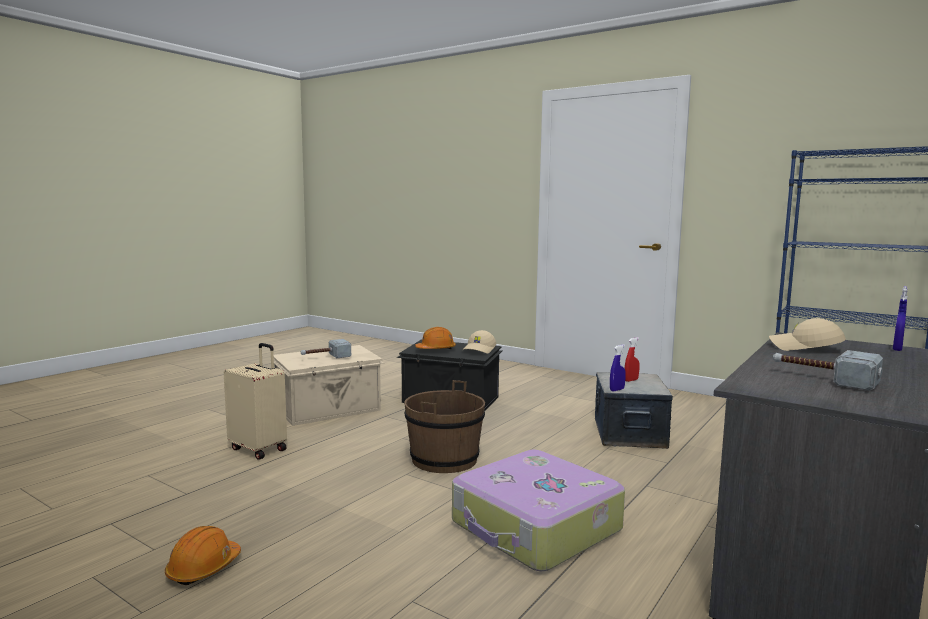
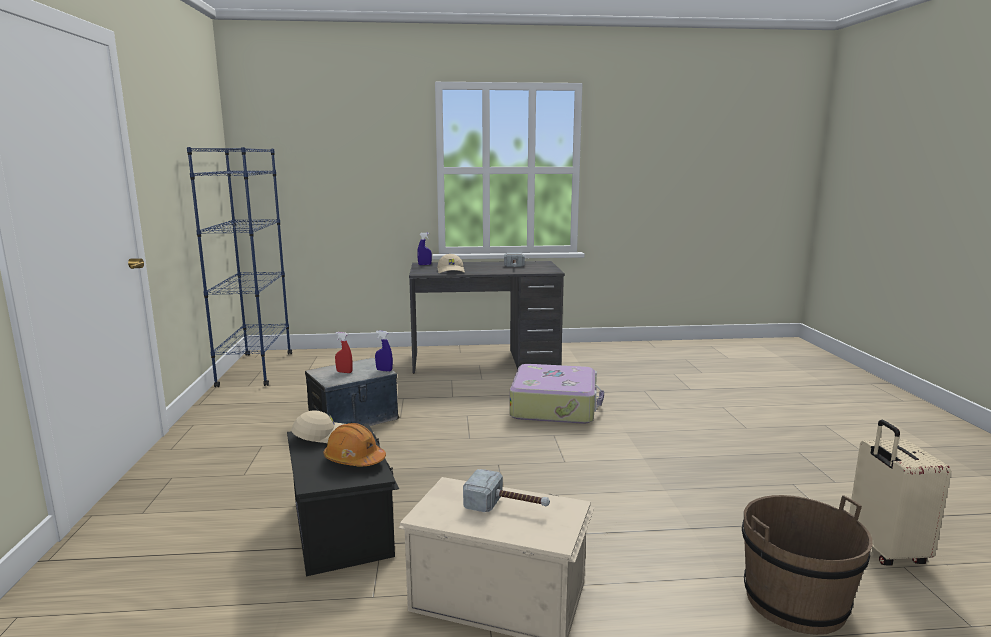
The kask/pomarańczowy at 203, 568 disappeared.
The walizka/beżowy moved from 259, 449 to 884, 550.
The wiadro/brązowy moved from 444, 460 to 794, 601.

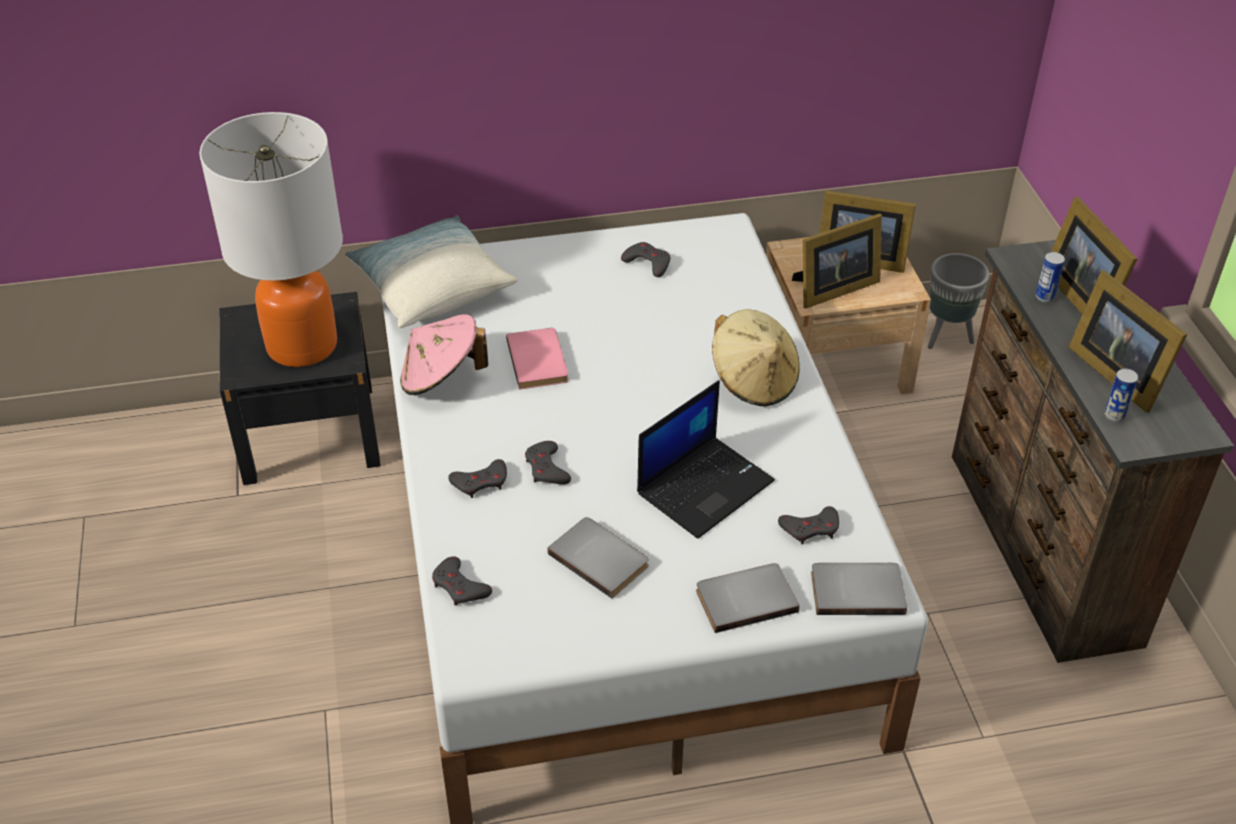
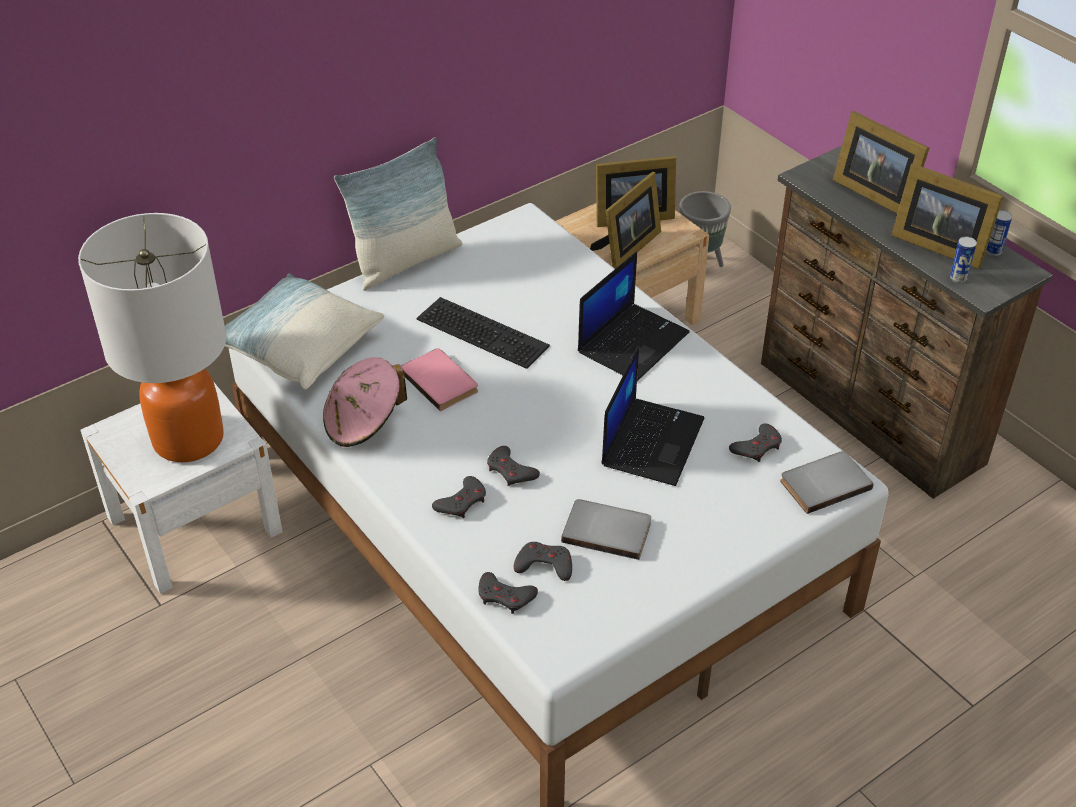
The szafka nocna/czarny at 309, 433 became the szafka nocna/biały at 194, 525.
The pad do gier/szary moved from 648, 263 to 544, 565.
The książka/szary at 745, 598 disappeared.
The kapelusz/beżowy at 753, 381 was replaced by the laptop at 633, 342.
The puszka moved from 1044, 297 to 993, 251.
The poduszka at 405, 261 appeared.
The klawiatura at 485, 331 appeared.

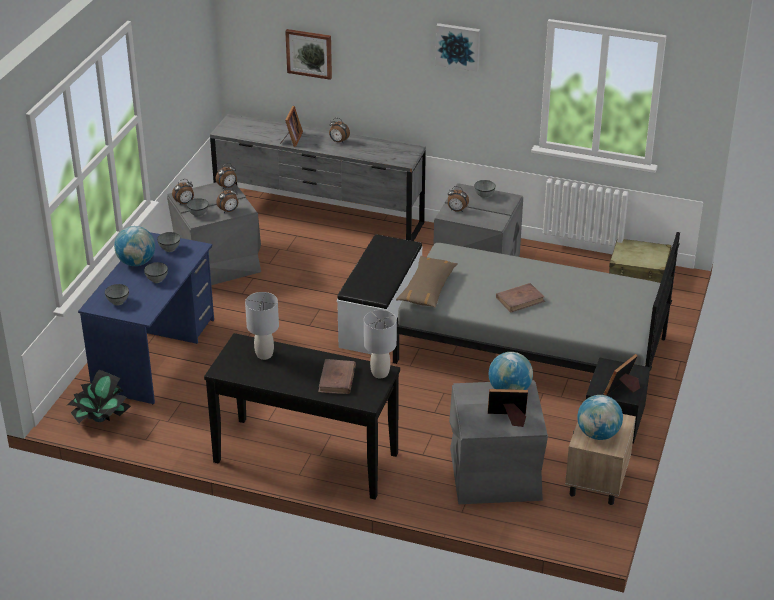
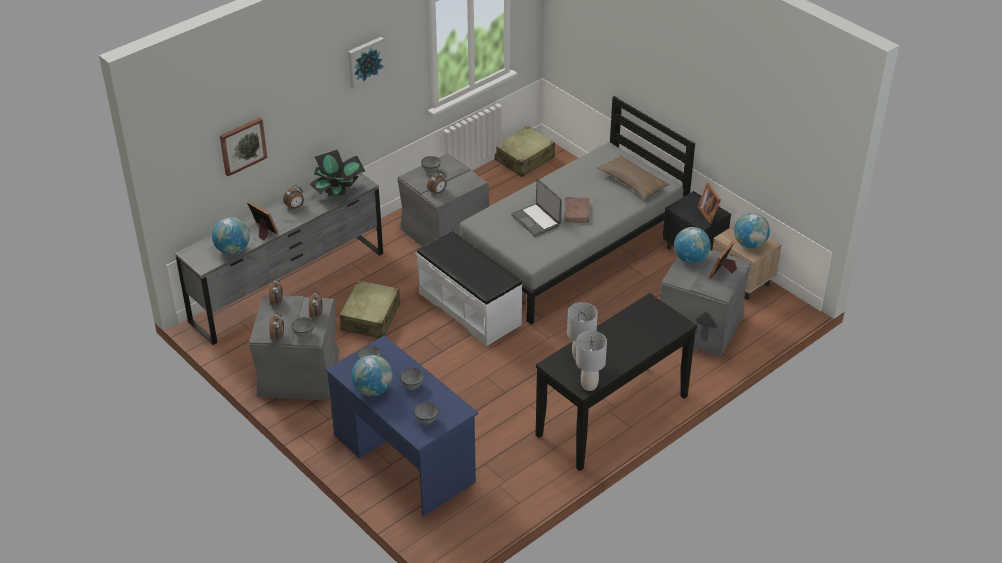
The roślina doniczkowa moved from 100, 418 to 338, 191.
The książka/brązowy at 337, 379 disappeared.
The lampa stołowa/szary moved from 380, 373 to 589, 386.
The poduszka/brązowy moved from 427, 289 to 632, 183.
The globus at 233, 250 appeared.
The walizka/beżowy at 371, 317 appeared.
The laptop at 536, 220 appeared.

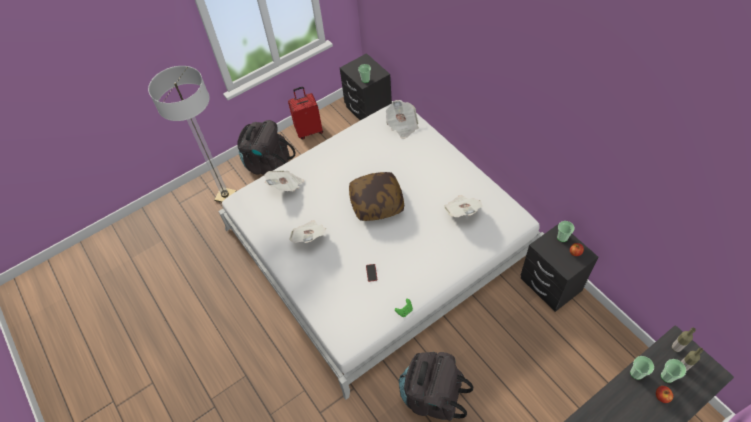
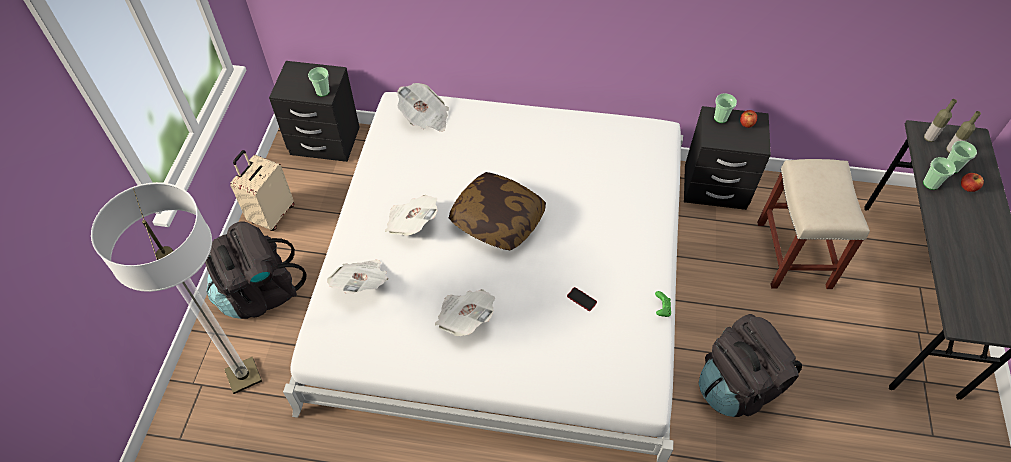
The walizka/czerwony at 309, 131 became the walizka/beżowy at 271, 214.
The gazeta moved from 462, 211 to 412, 223.
The stołek/beżowy at 793, 253 appeared.

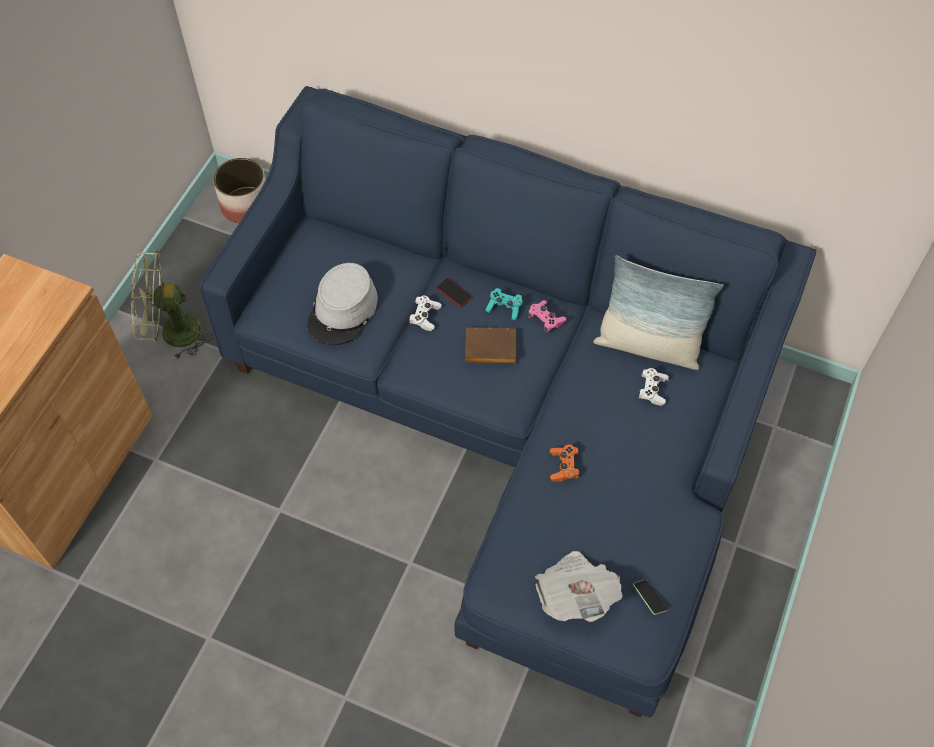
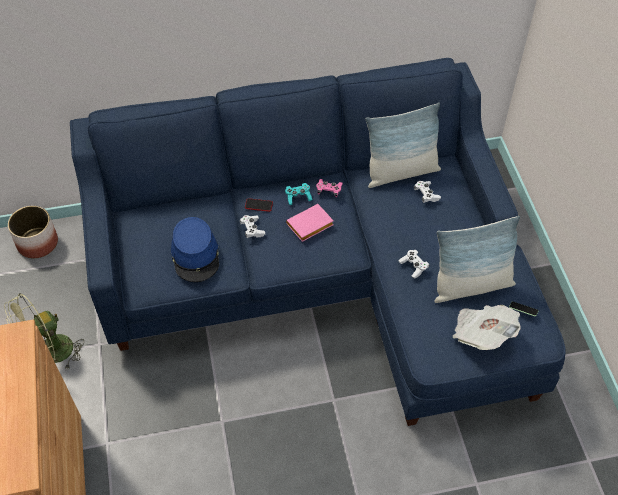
The kapelusz/szary at 343, 311 became the kapelusz/niebieski at 195, 255.
The książka/brązowy at 489, 349 became the książka/różowy at 309, 226.
The pad do gier/pomarańczowy at 564, 467 became the pad do gier/biały at 413, 266.
The poduszka at 471, 285 appeared.

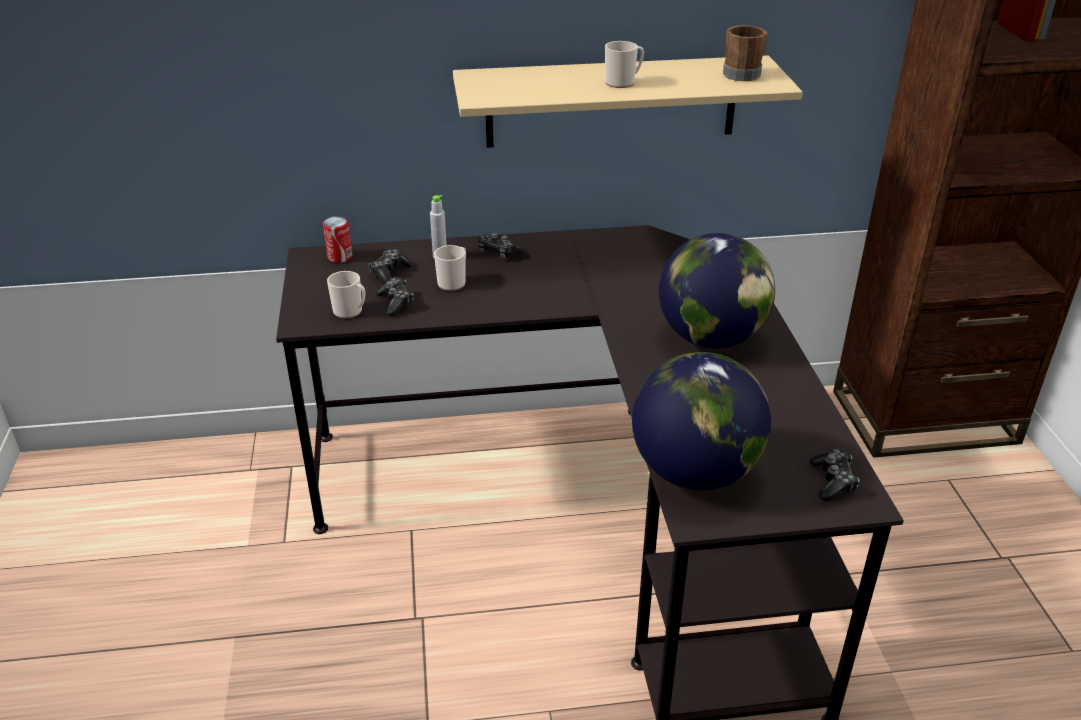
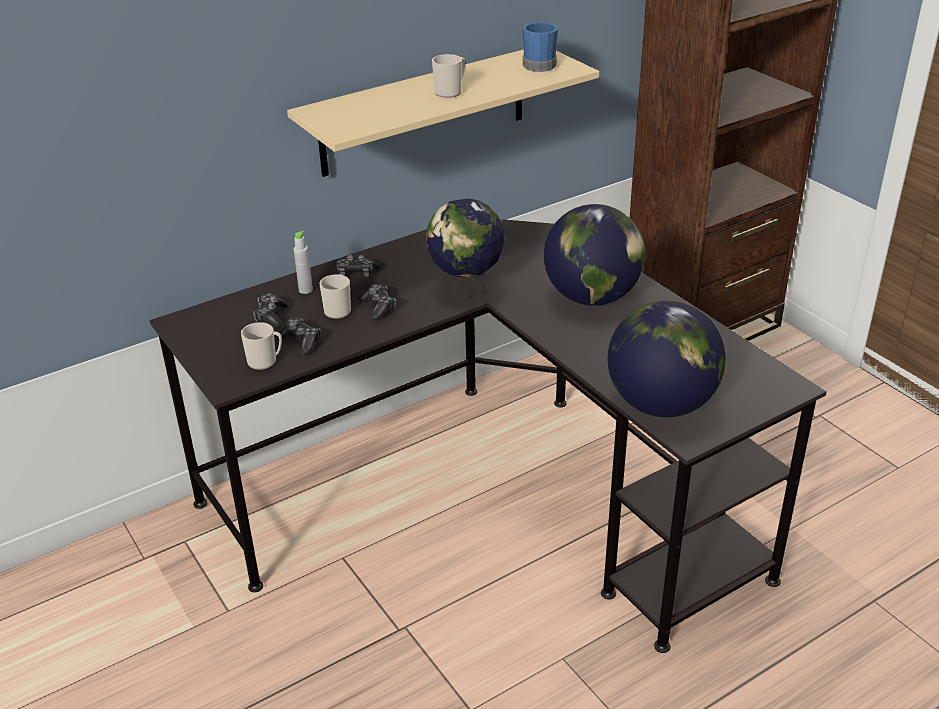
The puszka at 340, 257 disappeared.
The kubek/brązowy at 744, 73 became the kubek/niebieski at 541, 64.
The pad do gier moved from 833, 481 to 378, 307.
The globus at 466, 290 appeared.

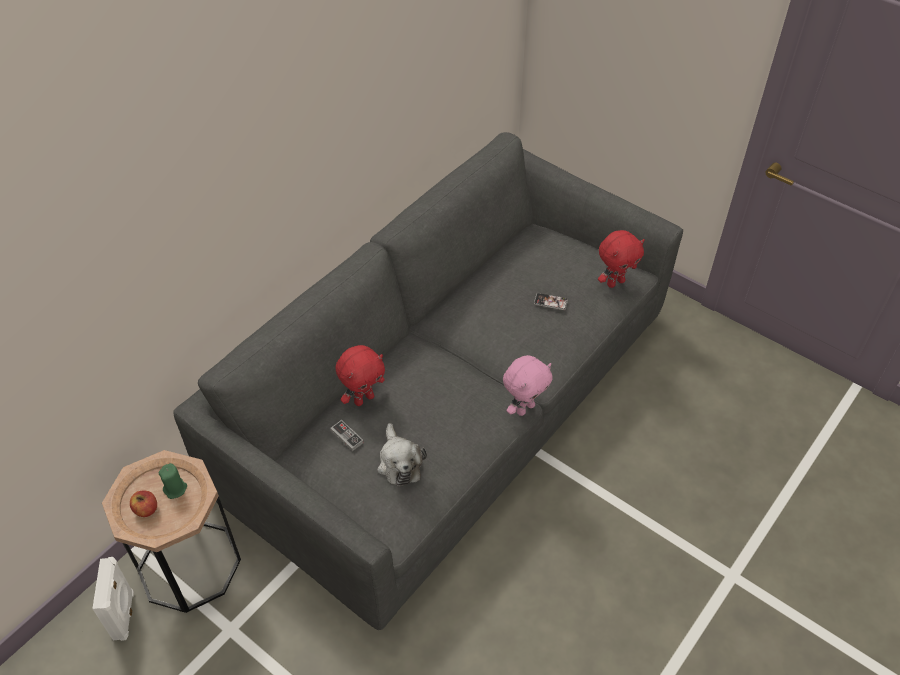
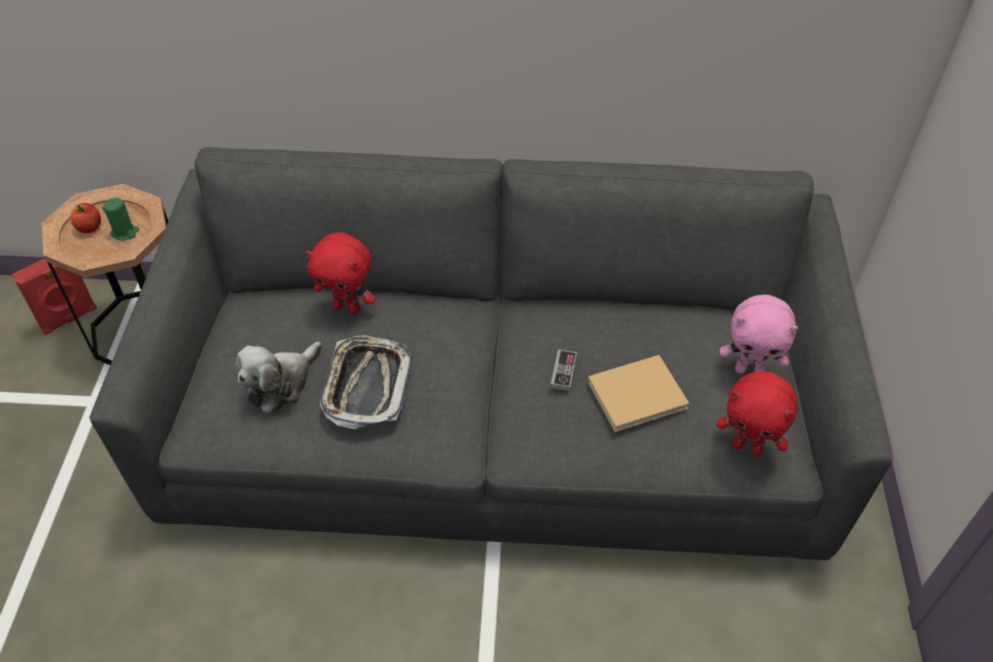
The głośnik/biały at 125, 615 became the głośnik/czerwony at 69, 319.
The pad do gier moved from 347, 436 to 563, 372.
The pluszak/różowy moved from 524, 408 to 750, 370.
The telefon at 550, 302 was replaced by the książka/beżowy at 639, 394.
The taca at 366, 385 appeared.

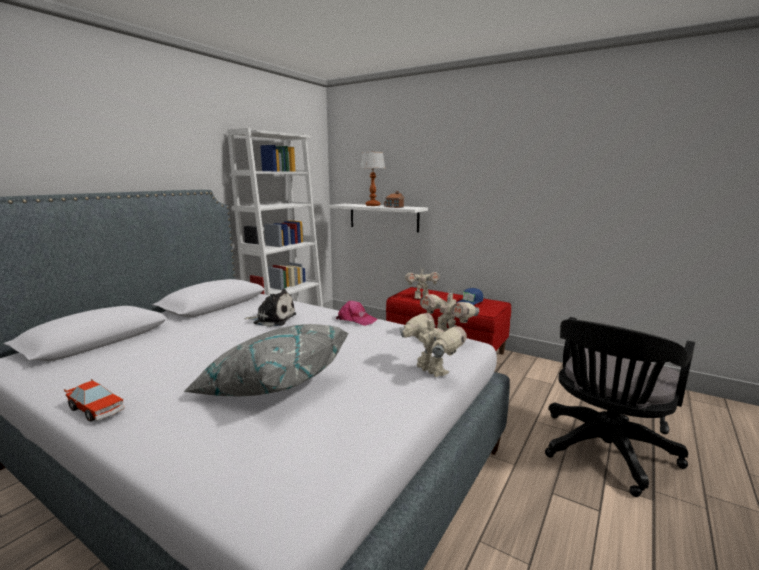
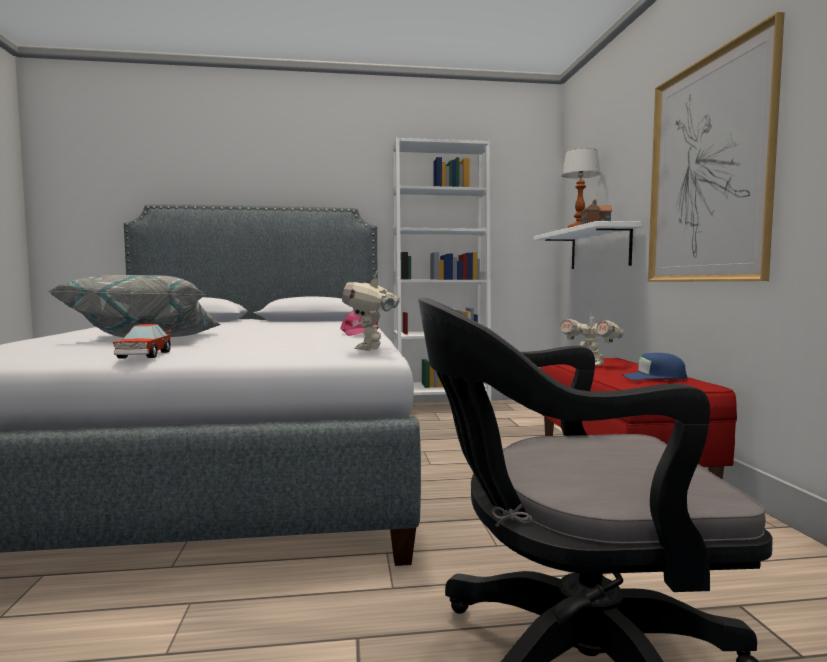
The samochodzik moved from 96, 410 to 144, 355.
The pluszak at 272, 319 disappeared.
The robot zabawkowy at 430, 371 disappeared.
The obraz at 707, 170 appeared.

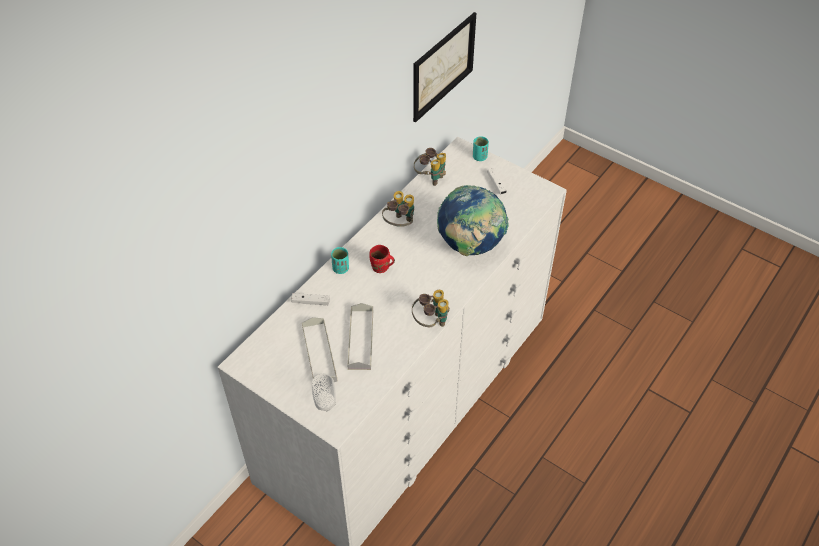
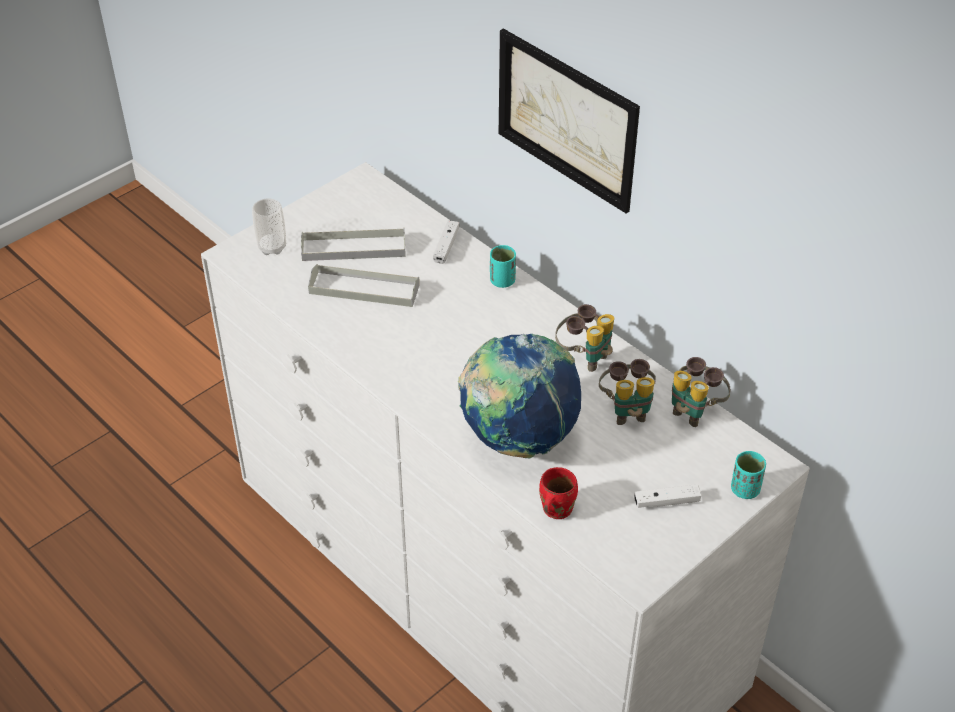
The kubek/czerwony moved from 381, 268 to 554, 509.
The lornetka moved from 431, 322 to 627, 410.
The obraz moved from 443, 66 to 566, 119.

